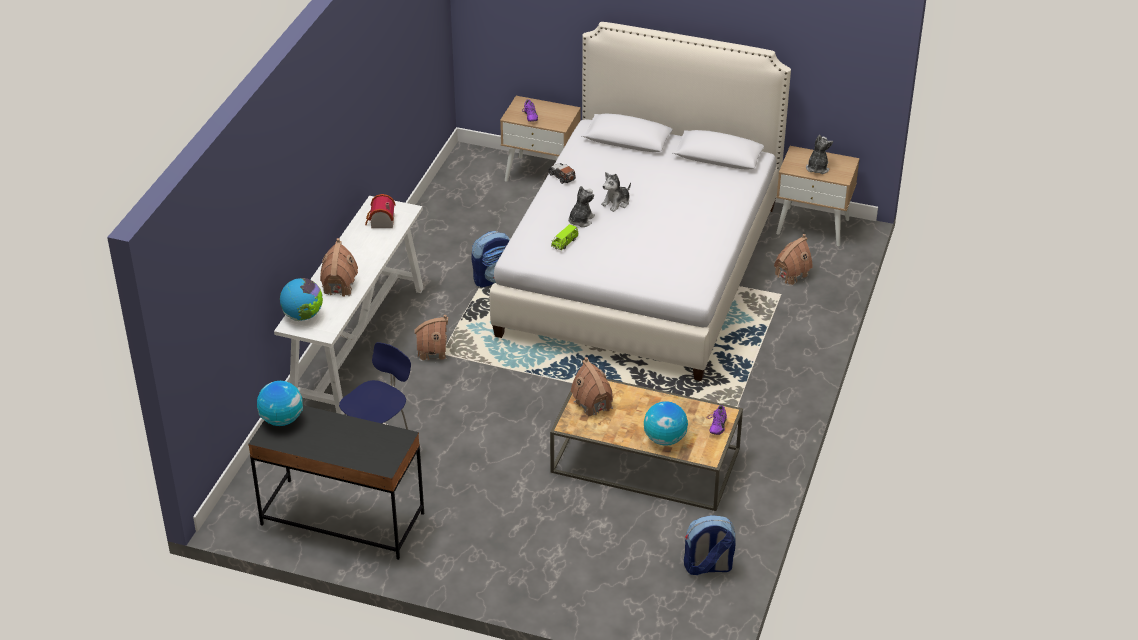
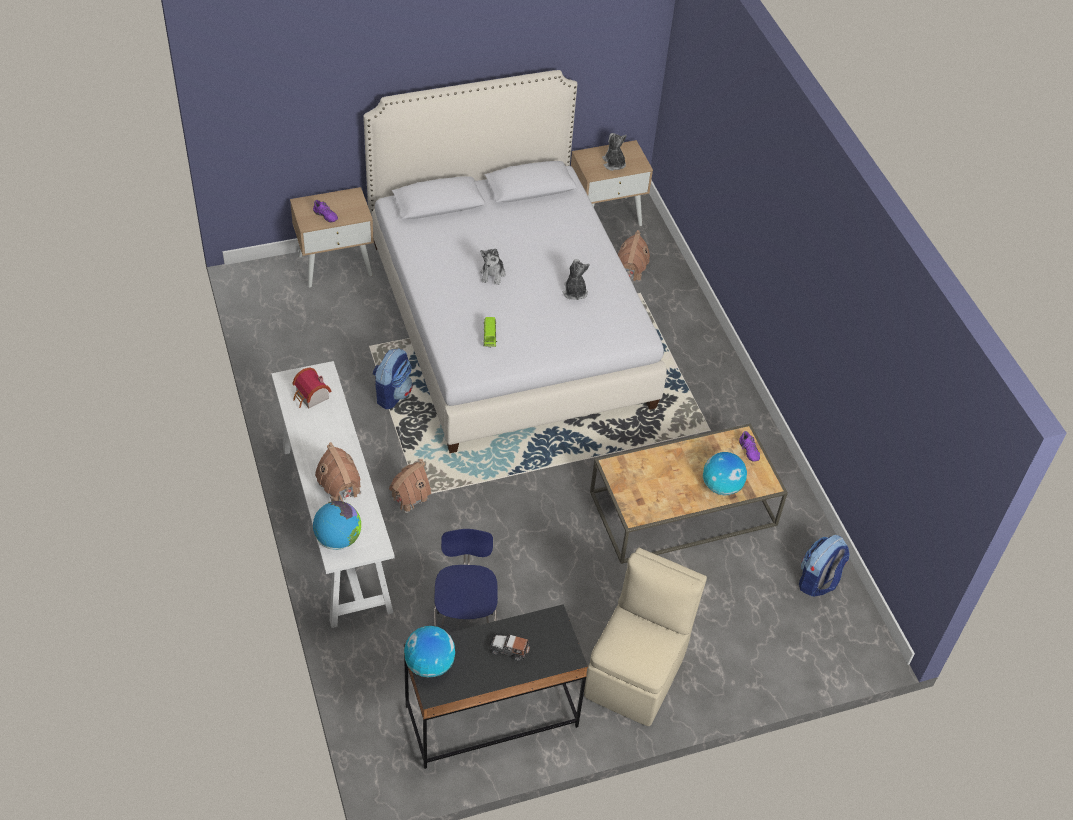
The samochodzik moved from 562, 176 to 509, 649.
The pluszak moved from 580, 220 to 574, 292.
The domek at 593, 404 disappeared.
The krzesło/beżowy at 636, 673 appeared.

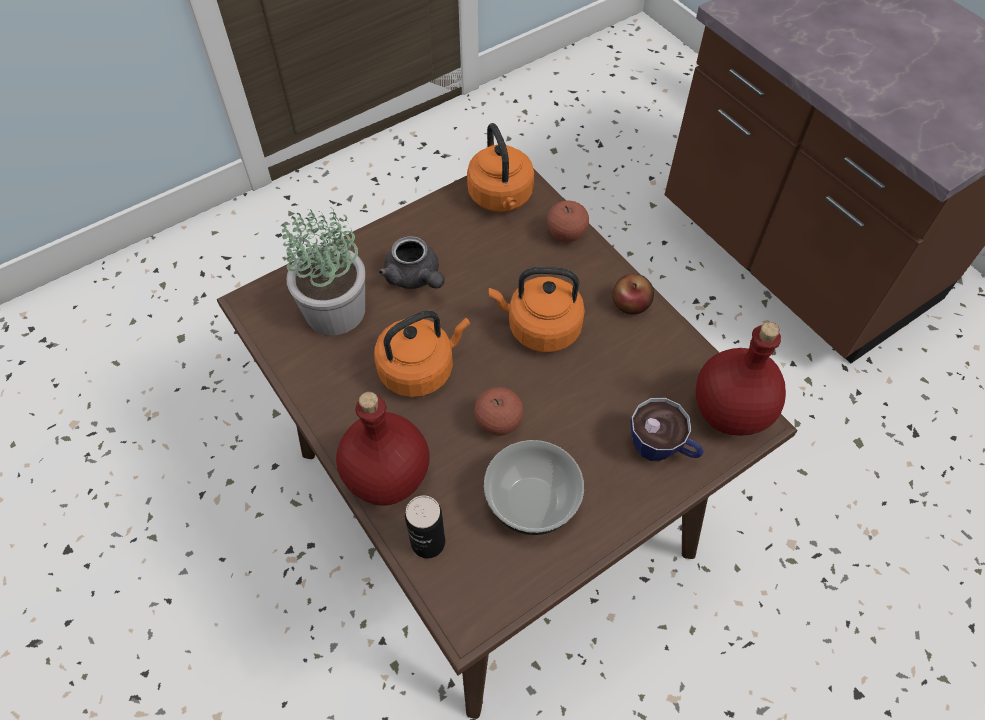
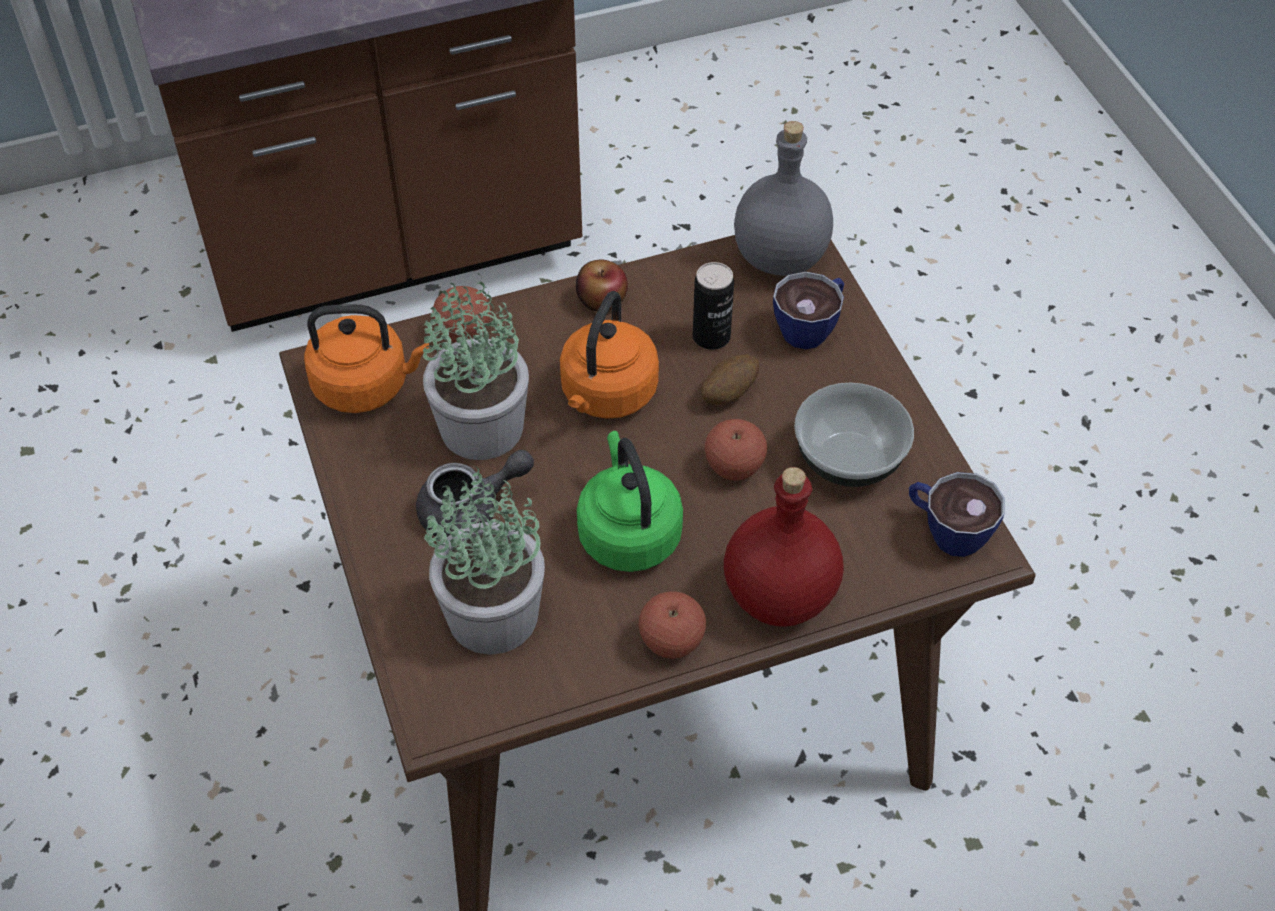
The czajnik/pomarańczowy at 420, 369 became the czajnik/zielony at 628, 533.
The puszka moved from 428, 542 to 711, 337.
The butelka/czerwony at 729, 413 became the butelka/szary at 782, 258.
The roślina doniczkowa at 480, 426 appeared.
The jabłko at 671, 642 appeared.
The ziemniak at 728, 393 appeared.
The filiżanka at 946, 531 appeared.

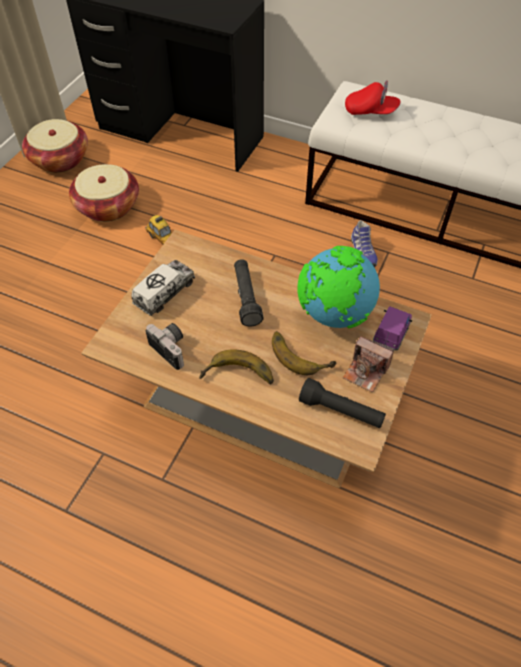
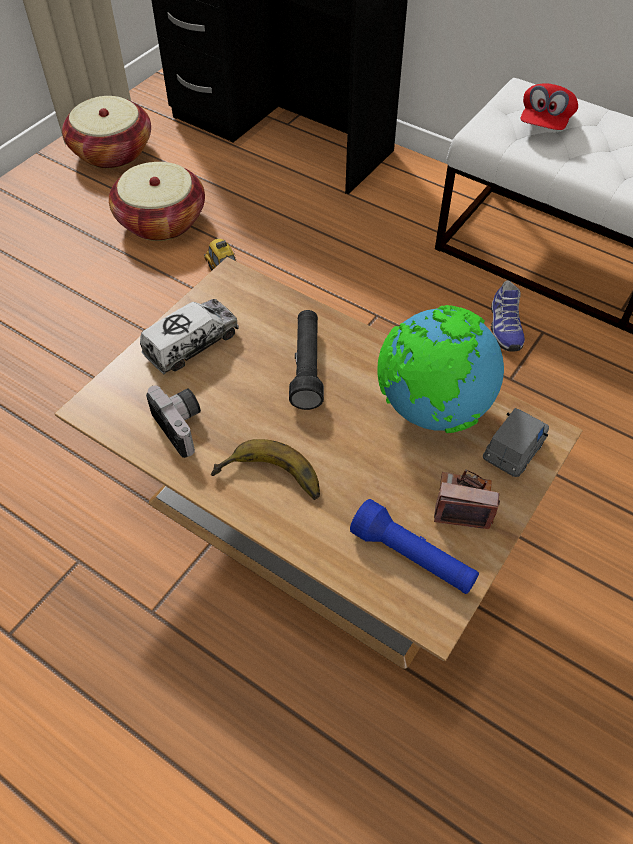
The banan at 301, 353 disappeared.
The latarka/czarny at 341, 411 became the latarka/niebieski at 413, 557.
The aparat fotograficzny at 366, 372 turned 150 degrees clockwise.
The czapka z daszkiem/czerwony at 370, 111 turned 90 degrees clockwise.
The samochodzik/fioletowy at 391, 333 became the samochodzik/szary at 513, 450.

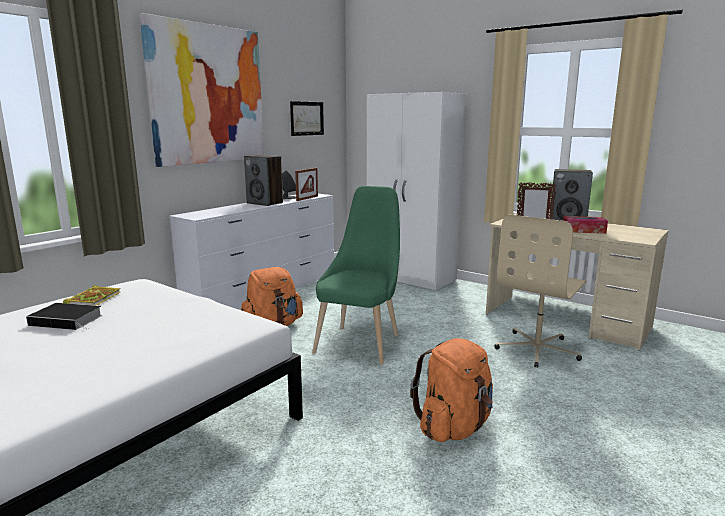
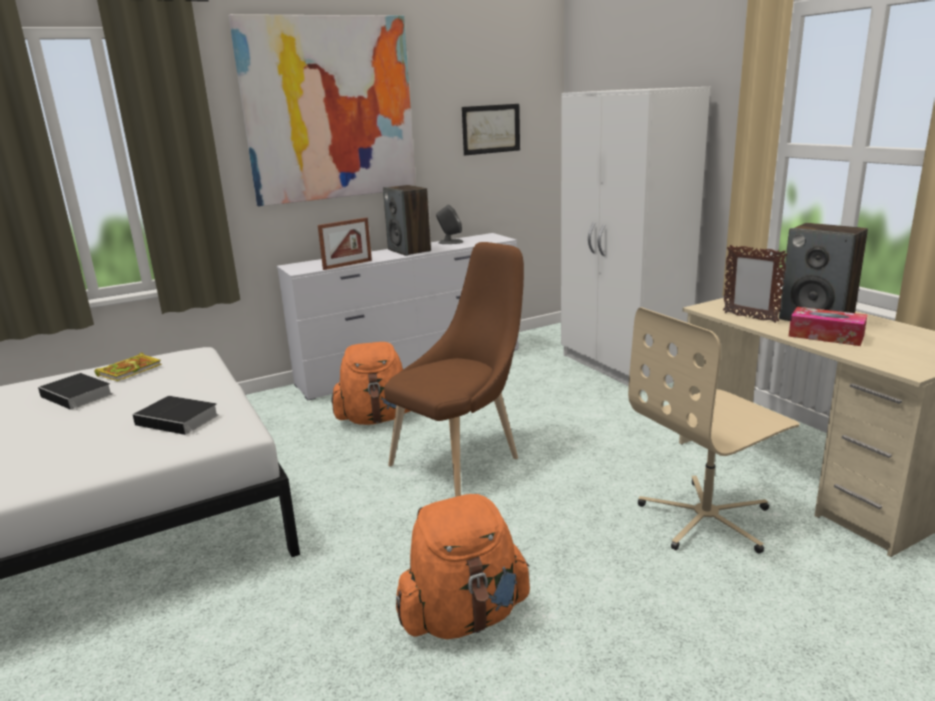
The ramka na zdjęcie moved from 307, 198 to 347, 265.
The krzesło/zielony at 361, 342 became the krzesło/brązowy at 461, 459.
The książka at 180, 420 appeared.

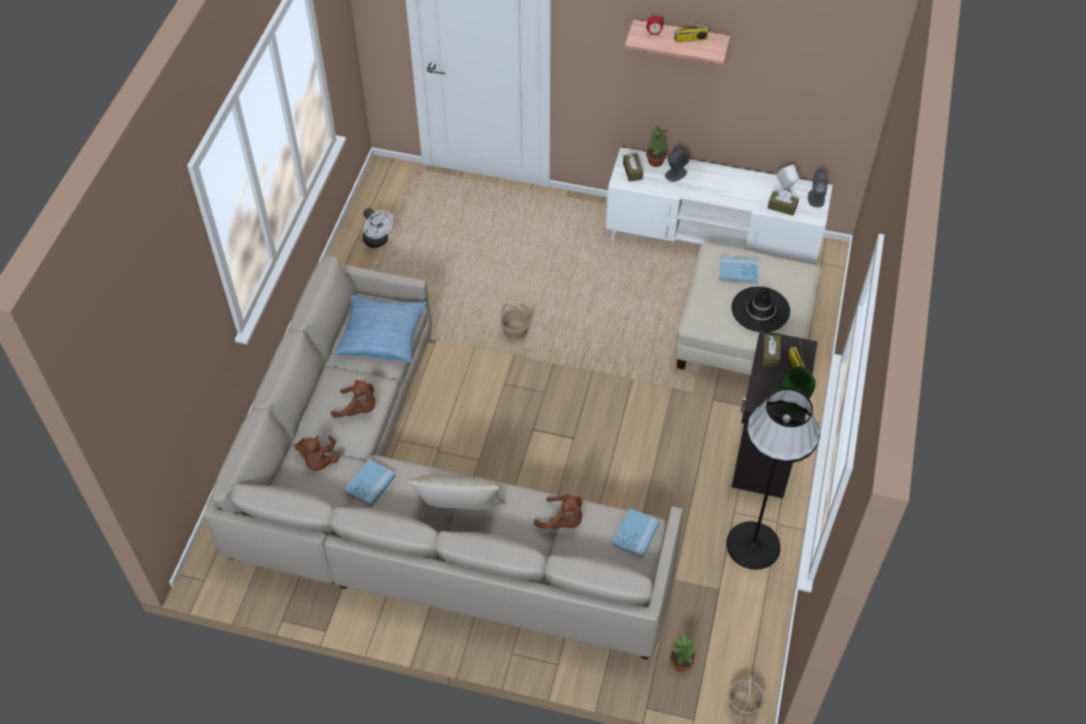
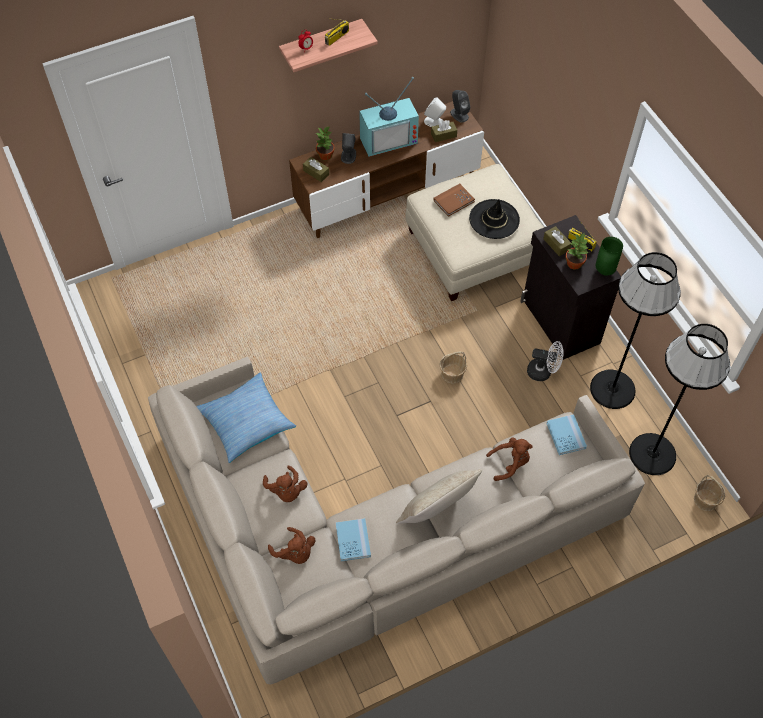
The pluszak/brązowy at 358, 409 turned 90 degrees clockwise.
The wentylator/biały moved from 378, 241 to 543, 372.
The koszyk moved from 515, 332 to 452, 374.
The szafka pod telewizor/biały at 711, 241 became the szafka pod telewizor/brązowy at 387, 193.
The roślina doniczkowa moved from 681, 663 to 574, 263.
The książka/niebieski at 738, 271 became the książka/brązowy at 454, 201.
The telewizor at 388, 138 appeared.
The lampa stojąca/czarny at 652, 454 appeared.

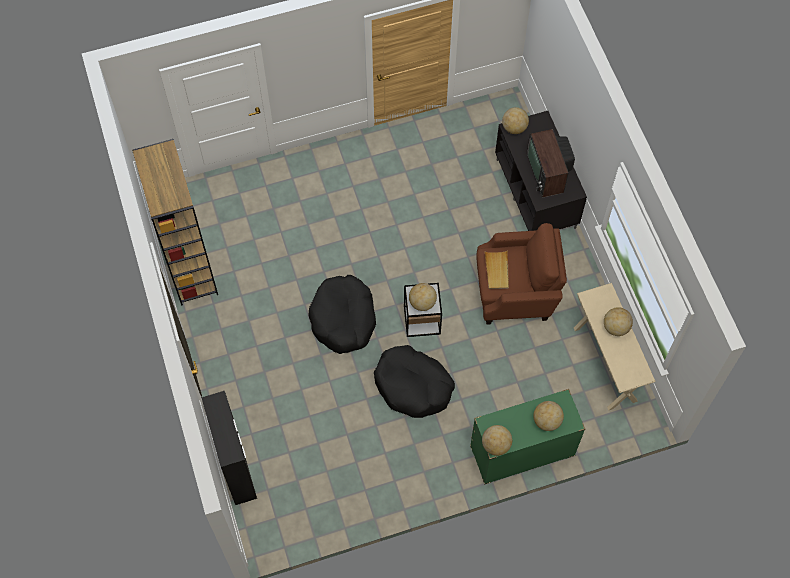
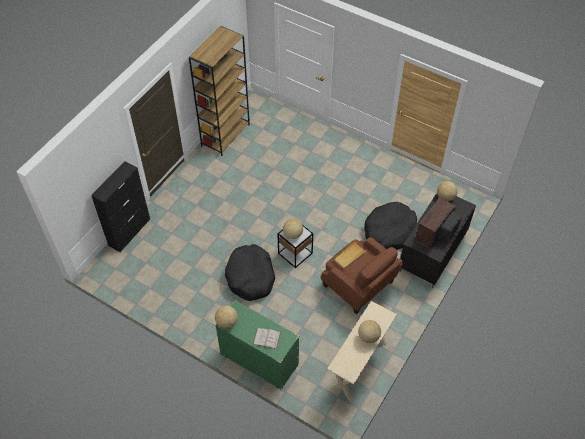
The legowisko/czarny moved from 343, 319 to 389, 231.
The globus at 546, 421 was replaced by the książka/biały at 266, 338.

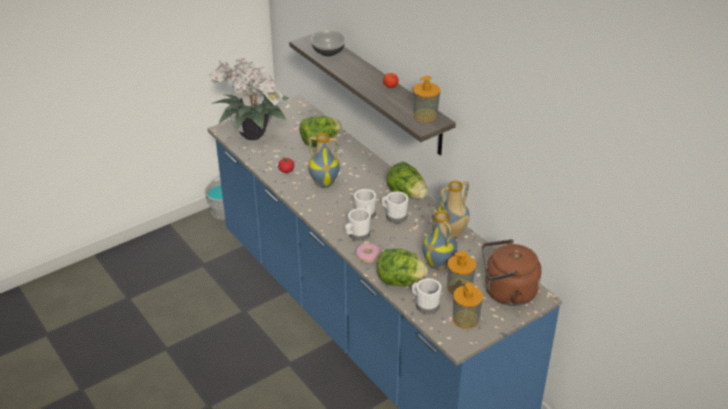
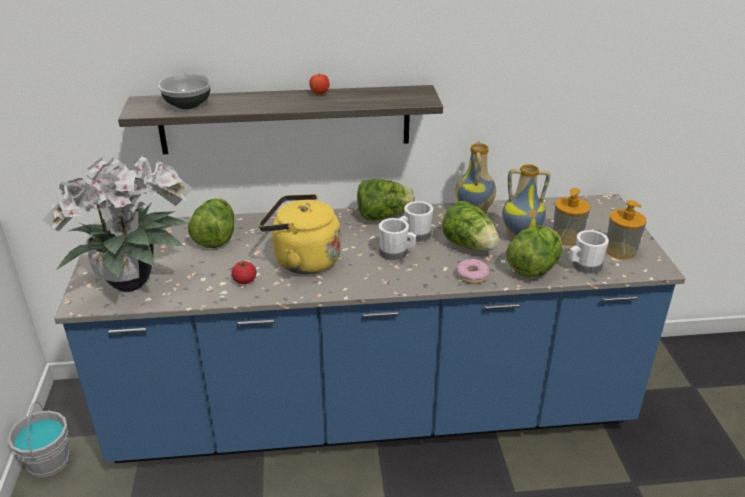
The wazon at 324, 182 was replaced by the czajnik/żółty at 302, 260.
The kubek/biały at 357, 235 disappeared.
The dozownik mydła at 425, 115 disappeared.
The czajnik/brązowy at 506, 292 disappeared.
The sałata at 469, 245 appeared.

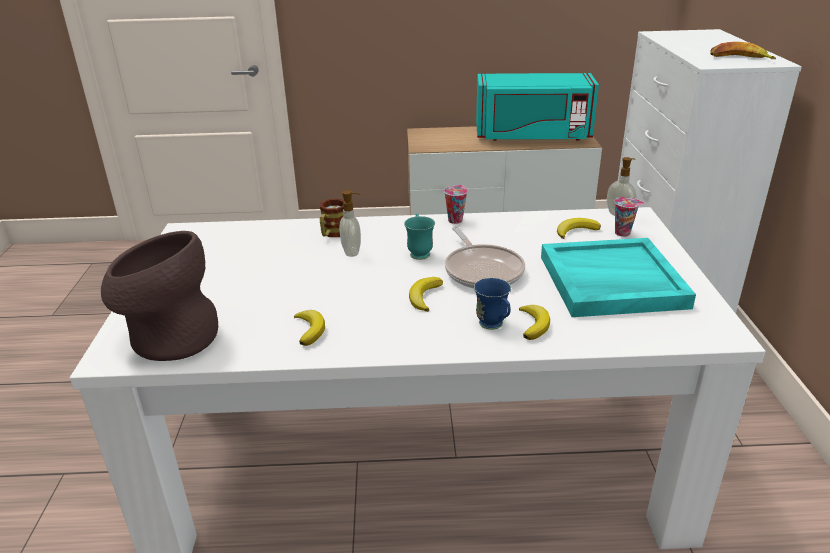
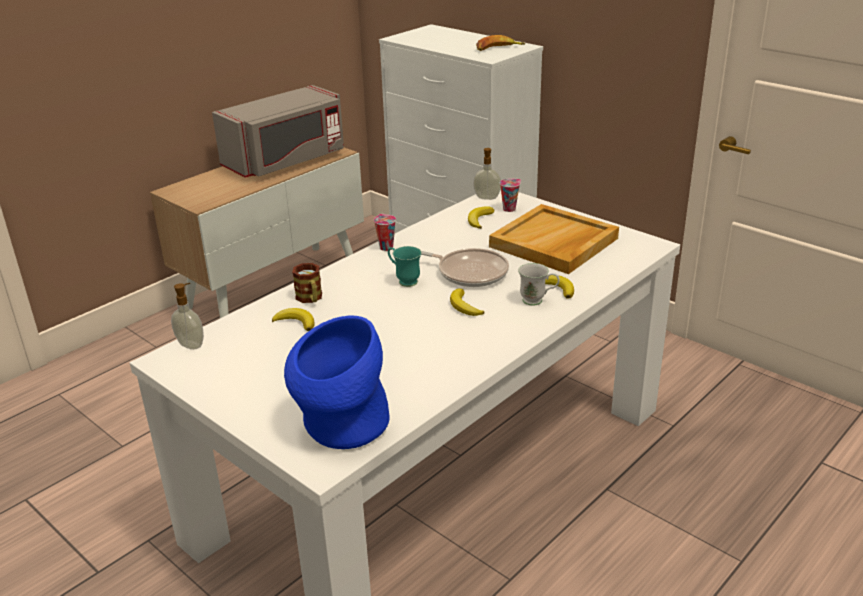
The wazon/brązowy at 169, 337 became the wazon/niebieski at 340, 427.
The banan moved from 310, 329 to 296, 322.
The dozownik mydła moved from 352, 252 to 191, 344.
The kubek/niebieski at 494, 326 became the kubek/biały at 537, 301.
The mikrofalówka/turkusowy at 532, 136 became the mikrofalówka/szary at 286, 161.
The taca/turkusowy at 610, 282 became the taca/beżowy at 554, 243.

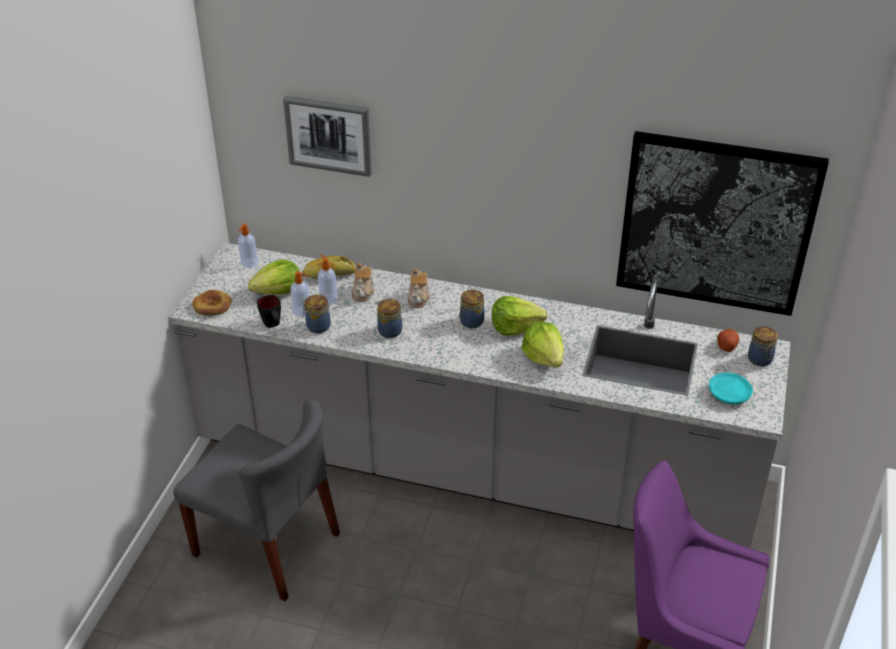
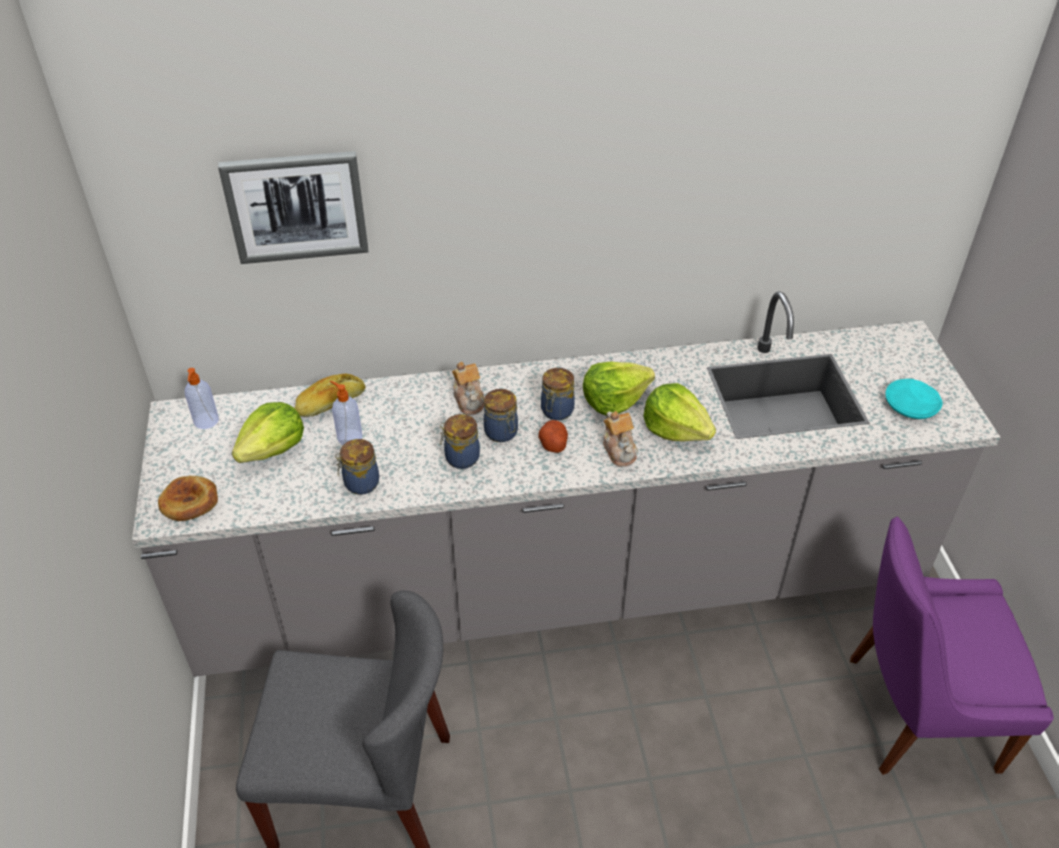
The kubek/czarny at 272, 325 disappeared.
The dozownik mydła at 302, 312 disappeared.
The imbryk moved from 363, 292 to 619, 449.
The obraz at 716, 223 disappeared.
The ziemniak moved from 726, 345 to 553, 443.
The słoik moved from 760, 360 to 502, 433.

